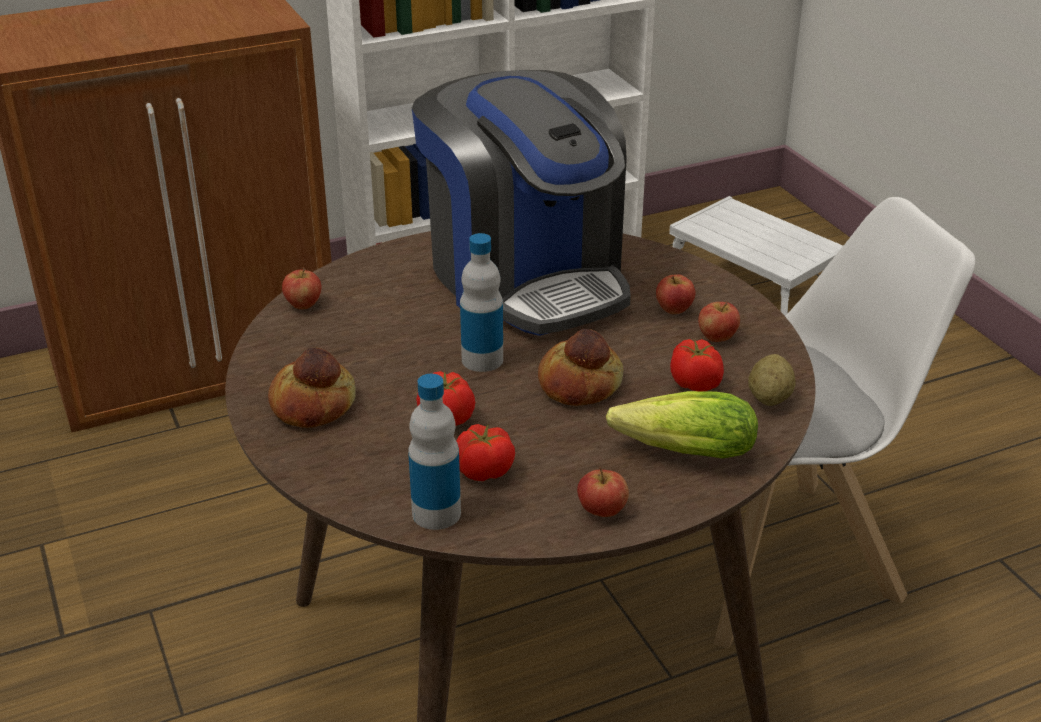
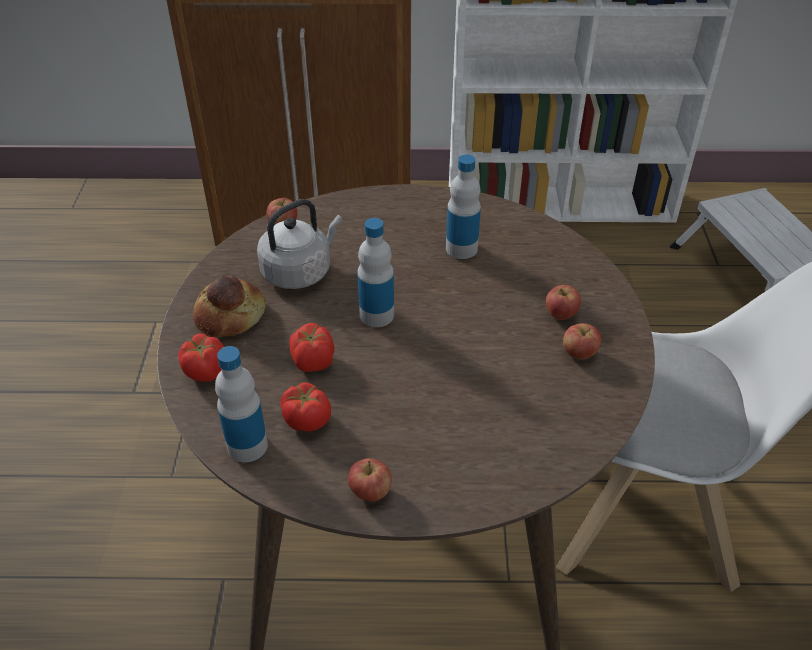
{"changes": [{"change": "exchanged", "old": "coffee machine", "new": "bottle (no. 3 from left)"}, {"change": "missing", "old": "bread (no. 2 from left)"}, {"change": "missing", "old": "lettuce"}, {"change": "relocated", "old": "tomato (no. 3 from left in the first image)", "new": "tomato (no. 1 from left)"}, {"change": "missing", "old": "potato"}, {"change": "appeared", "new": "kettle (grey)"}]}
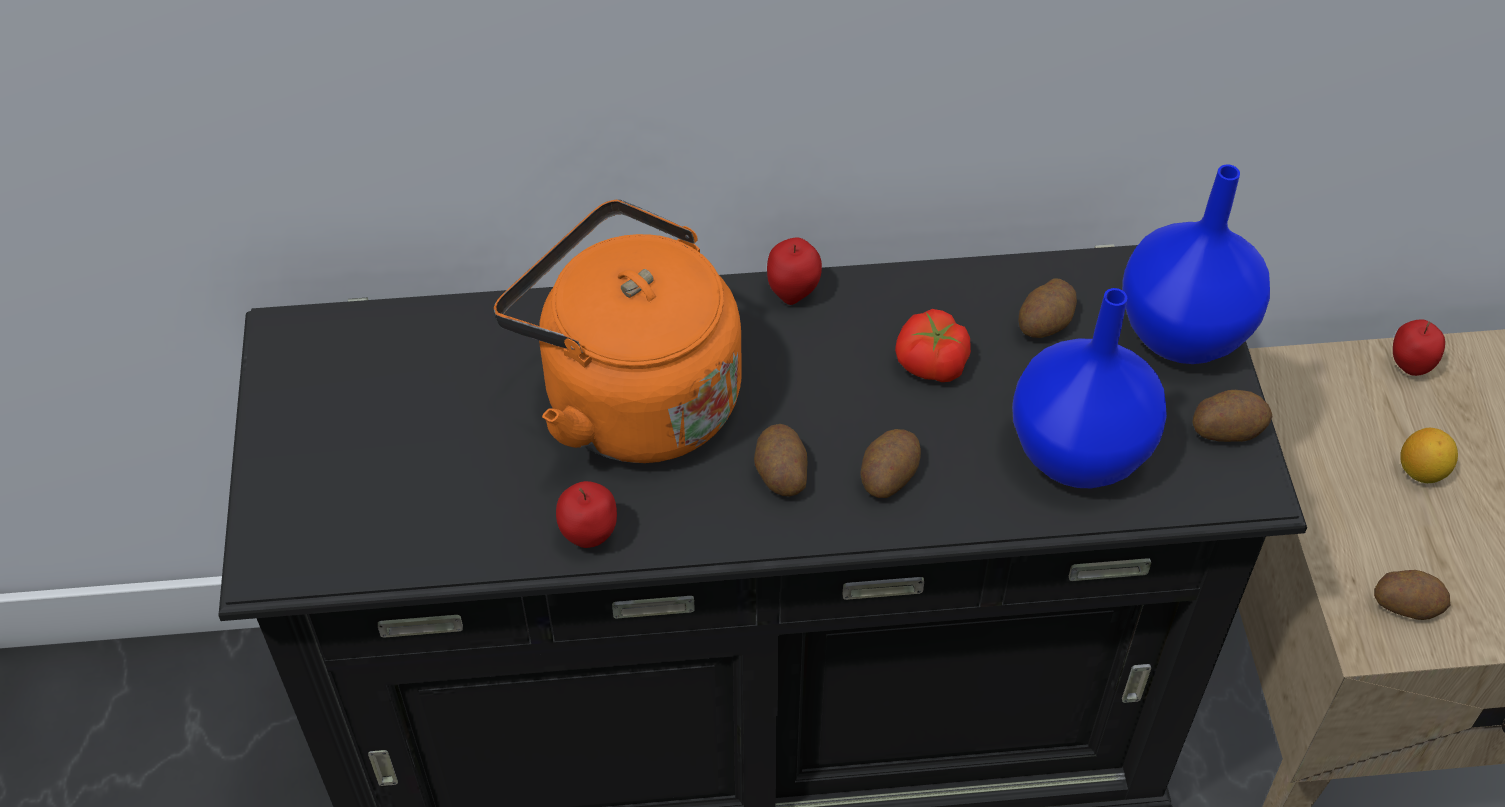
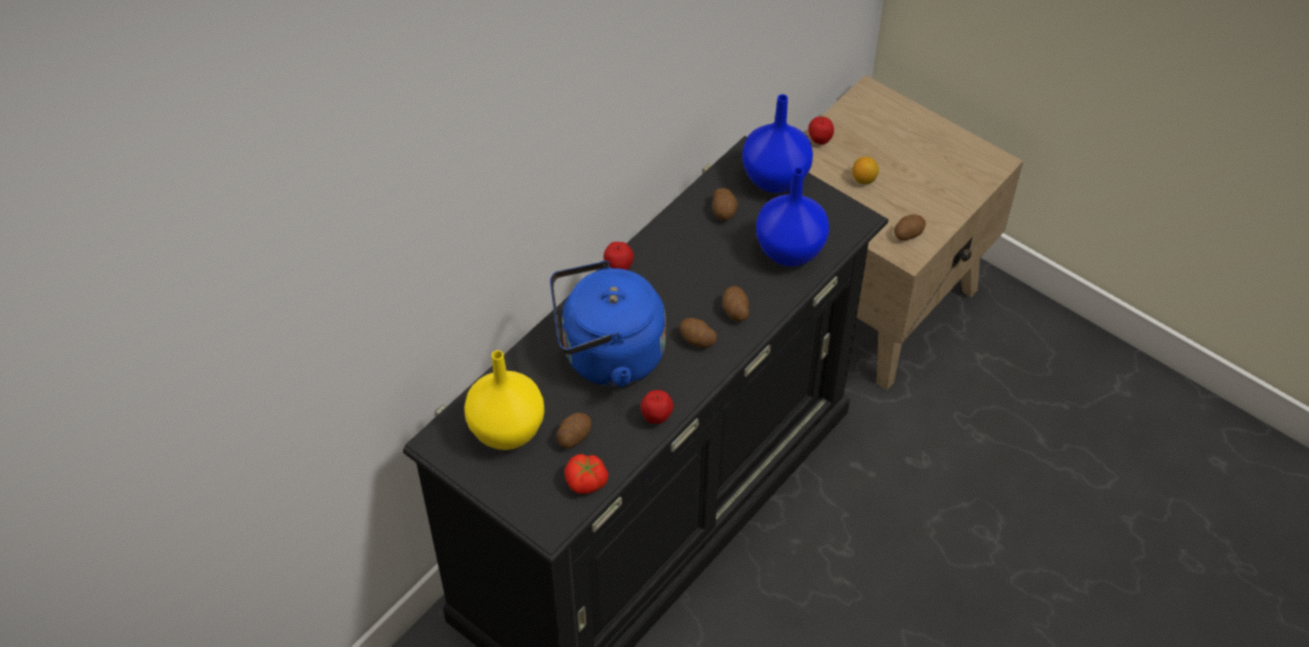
{"changes": [{"change": "colour", "old": "kettle (orange)", "new": "kettle (blue)"}, {"change": "relocated", "old": "tomato"}, {"change": "relocated", "old": "potato (no. 4 from left in the first image)", "new": "potato (no. 1 from left)"}, {"change": "appeared", "new": "vase (yellow)"}]}
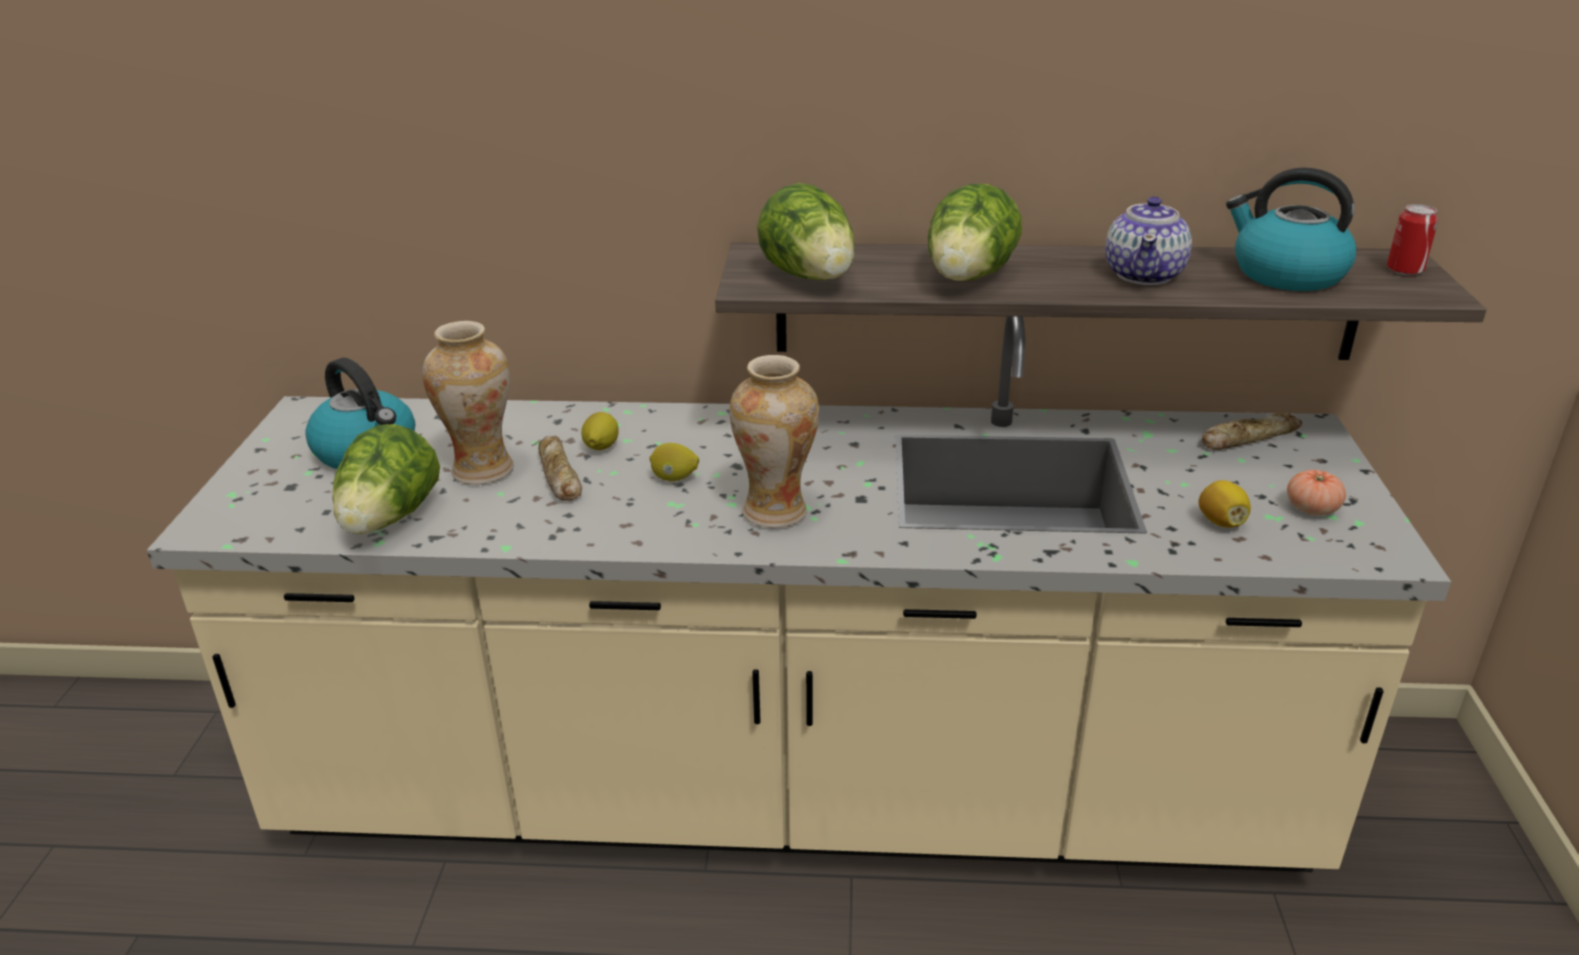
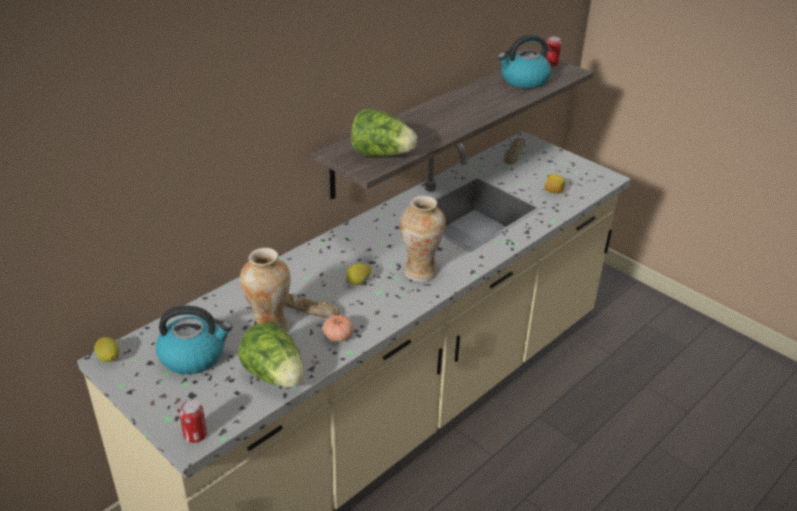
{"changes": [{"change": "relocated", "old": "lemon (no. 1 from left)"}, {"change": "missing", "old": "lettuce (no. 3 from left)"}, {"change": "missing", "old": "teapot"}, {"change": "relocated", "old": "tomato"}, {"change": "appeared", "new": "can (no. 1 from left)"}]}
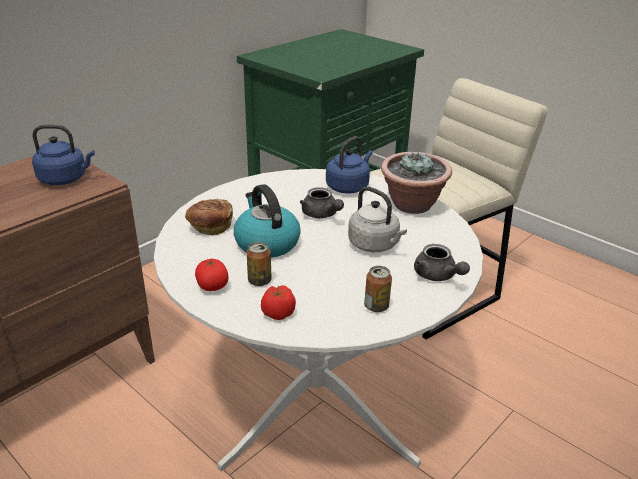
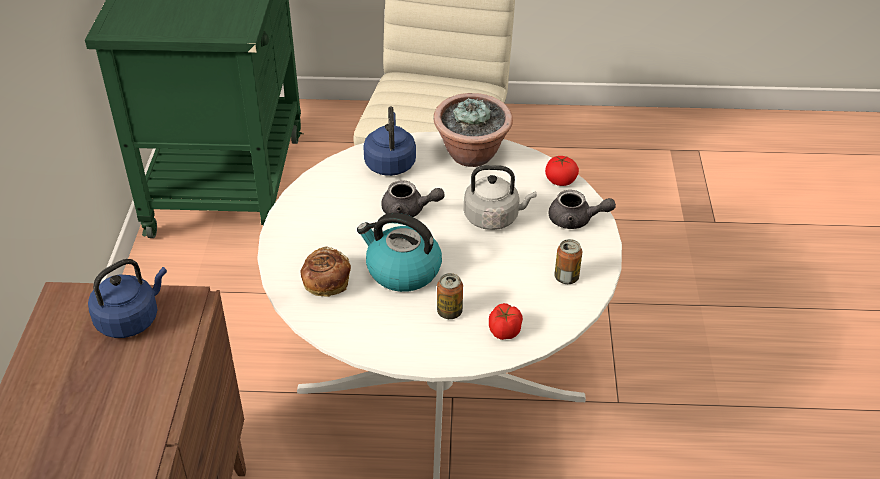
{"changes": [{"change": "relocated", "old": "tomato (no. 1 from left in the first image)", "new": "tomato (no. 2 from left)"}]}
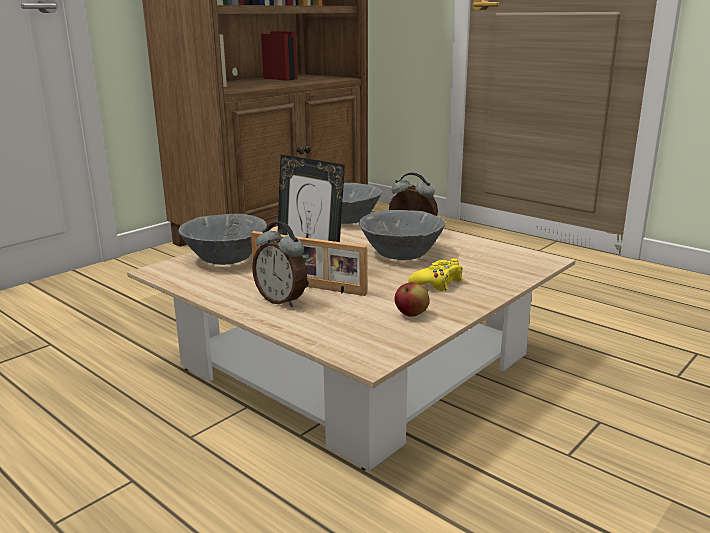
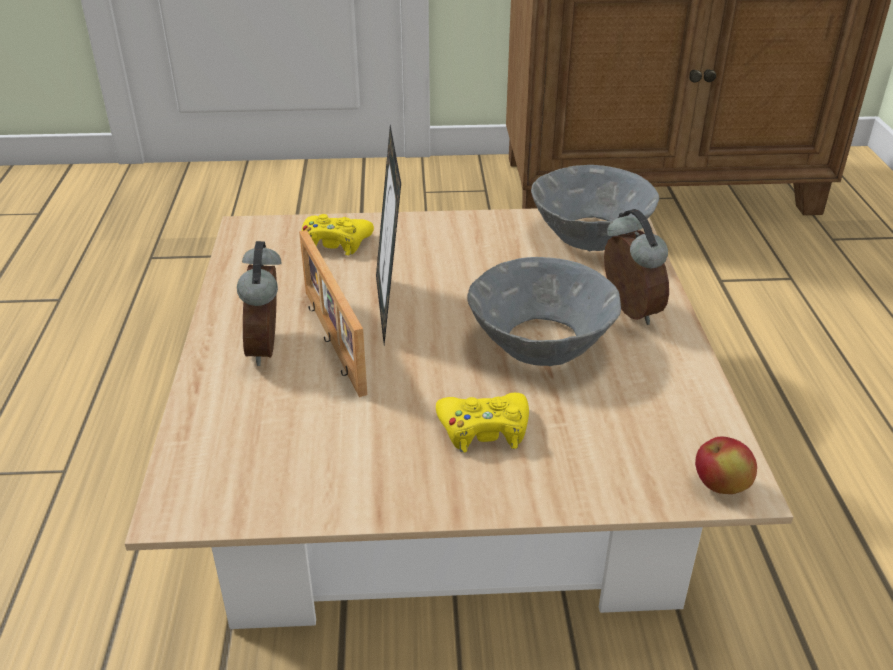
{"changes": [{"change": "exchanged", "old": "bowl (grey) (no. 1 from left)", "new": "game controller (yellow) (no. 1 from left)"}, {"change": "relocated", "old": "apple"}]}
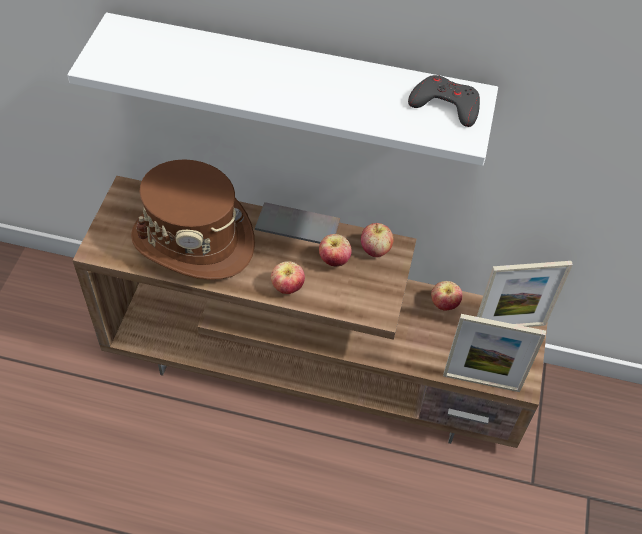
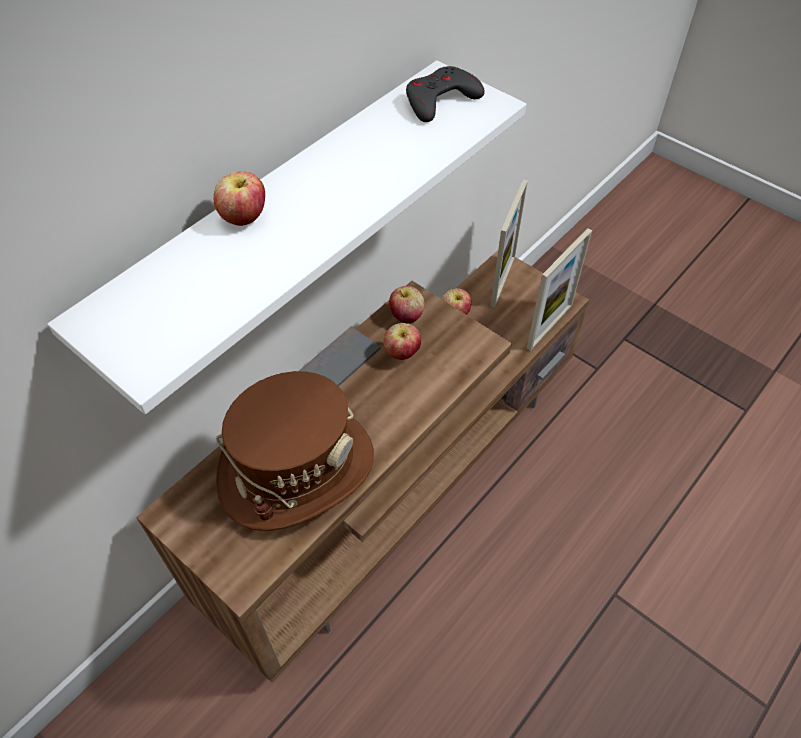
{"changes": [{"change": "relocated", "old": "apple (no. 1 from left)"}]}
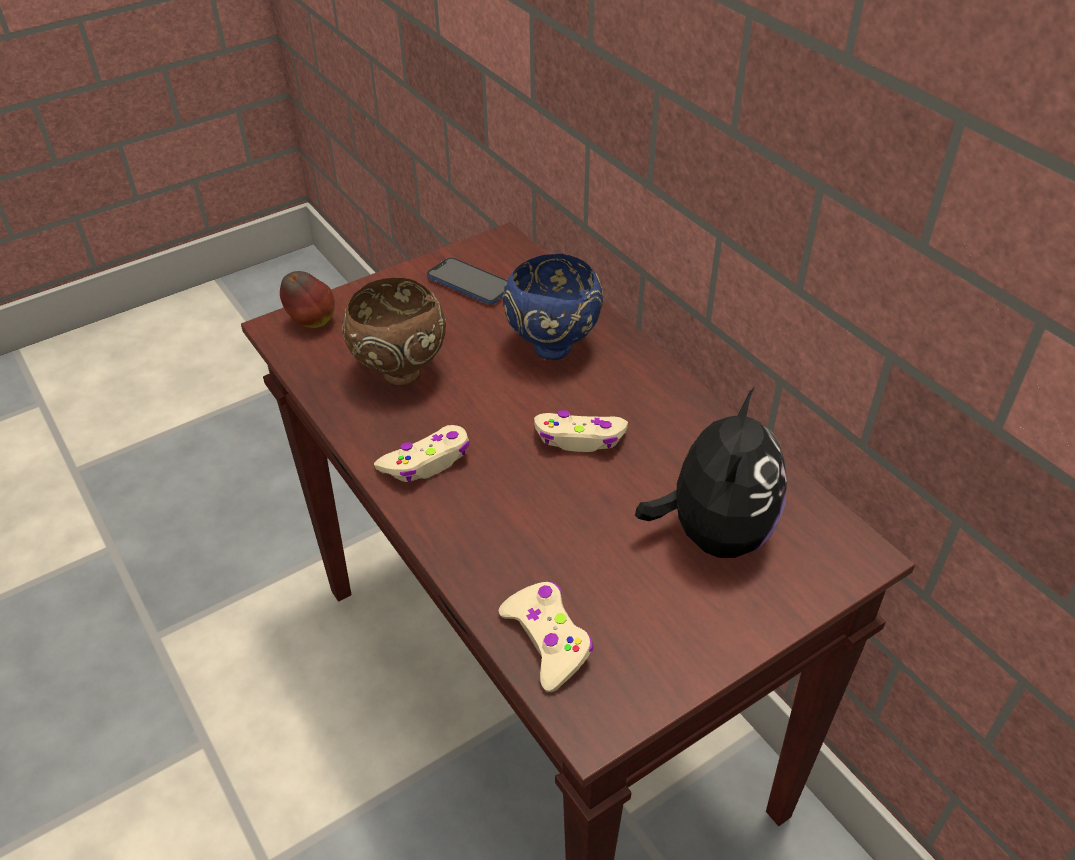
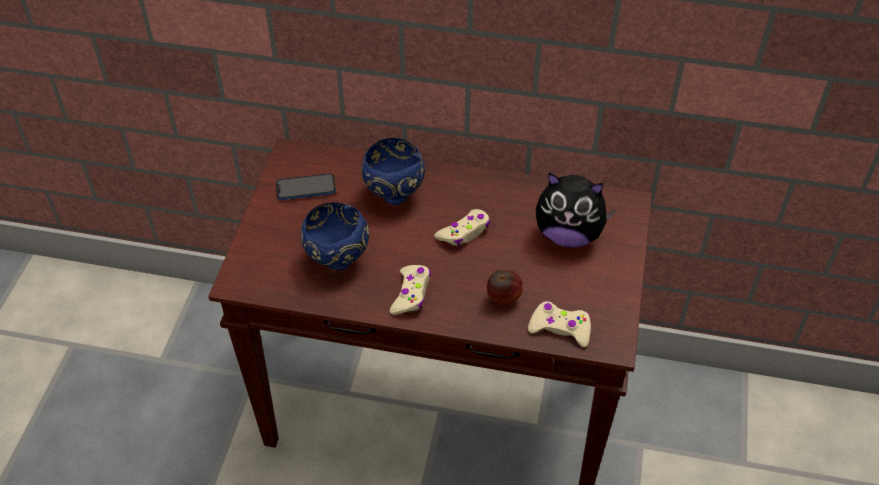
{"changes": [{"change": "relocated", "old": "apple"}, {"change": "colour", "old": "bowl (brown)", "new": "bowl (blue) (no. 1 from left)"}, {"change": "spun", "old": "plush toy", "degrees": 135}]}
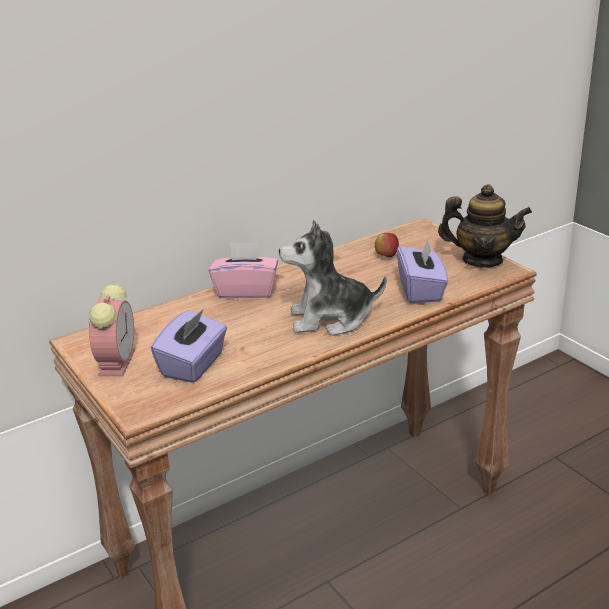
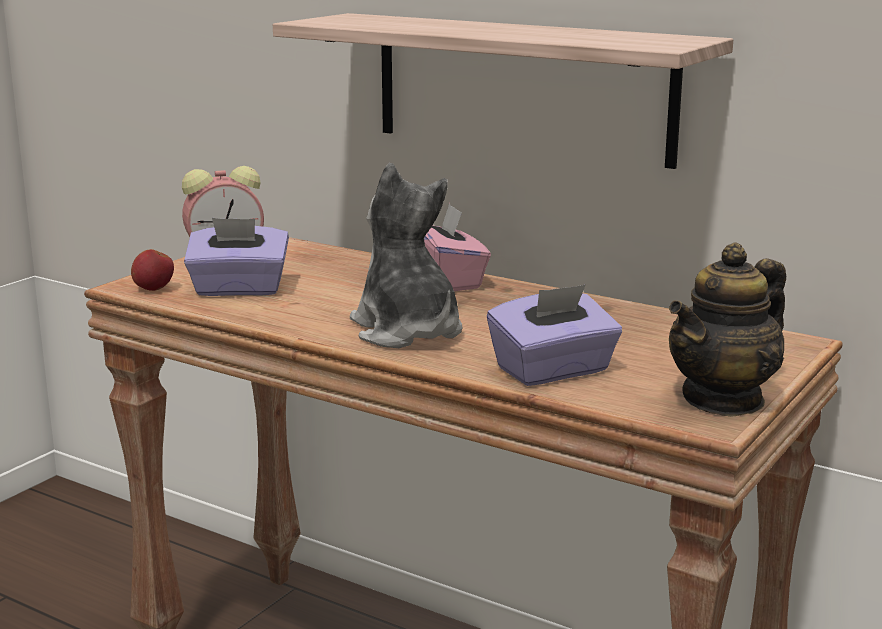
{"changes": [{"change": "relocated", "old": "apple"}, {"change": "spun", "old": "teapot", "degrees": 60}, {"change": "appeared", "new": "shelf"}]}
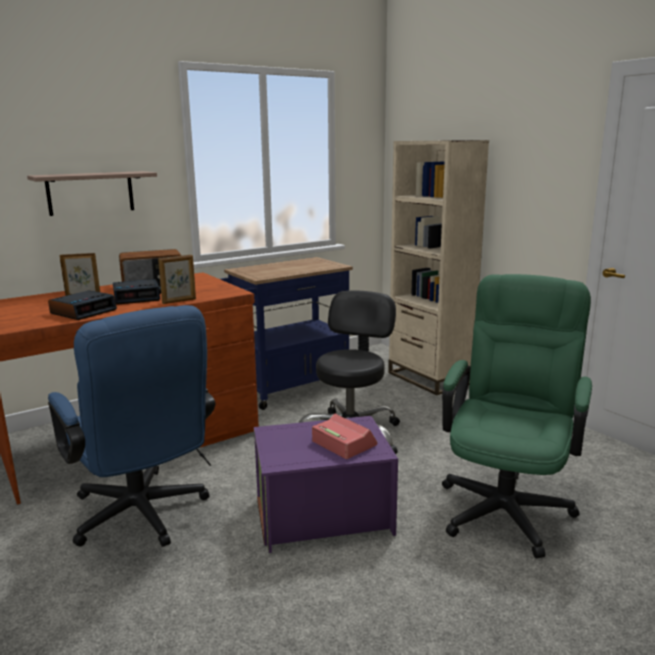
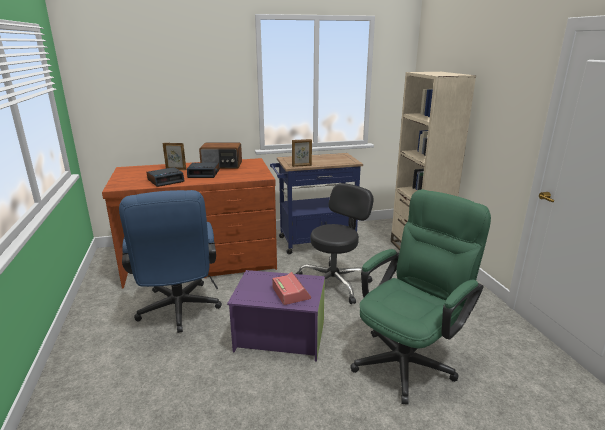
{"changes": [{"change": "missing", "old": "shelf"}, {"change": "relocated", "old": "picture frame (no. 2 from left)"}]}
